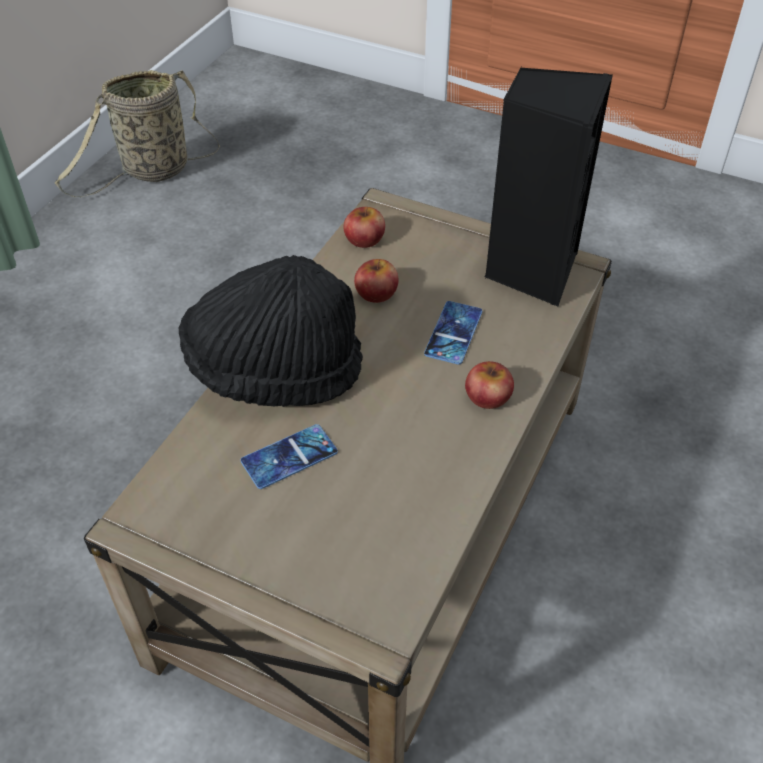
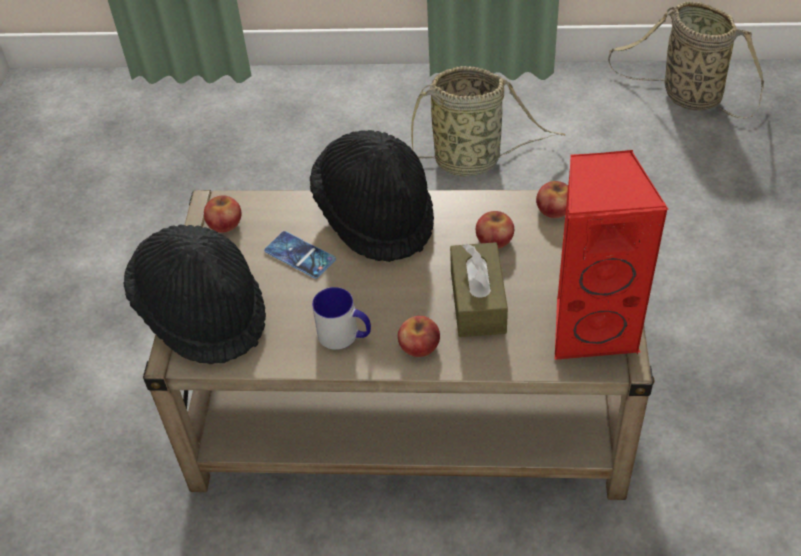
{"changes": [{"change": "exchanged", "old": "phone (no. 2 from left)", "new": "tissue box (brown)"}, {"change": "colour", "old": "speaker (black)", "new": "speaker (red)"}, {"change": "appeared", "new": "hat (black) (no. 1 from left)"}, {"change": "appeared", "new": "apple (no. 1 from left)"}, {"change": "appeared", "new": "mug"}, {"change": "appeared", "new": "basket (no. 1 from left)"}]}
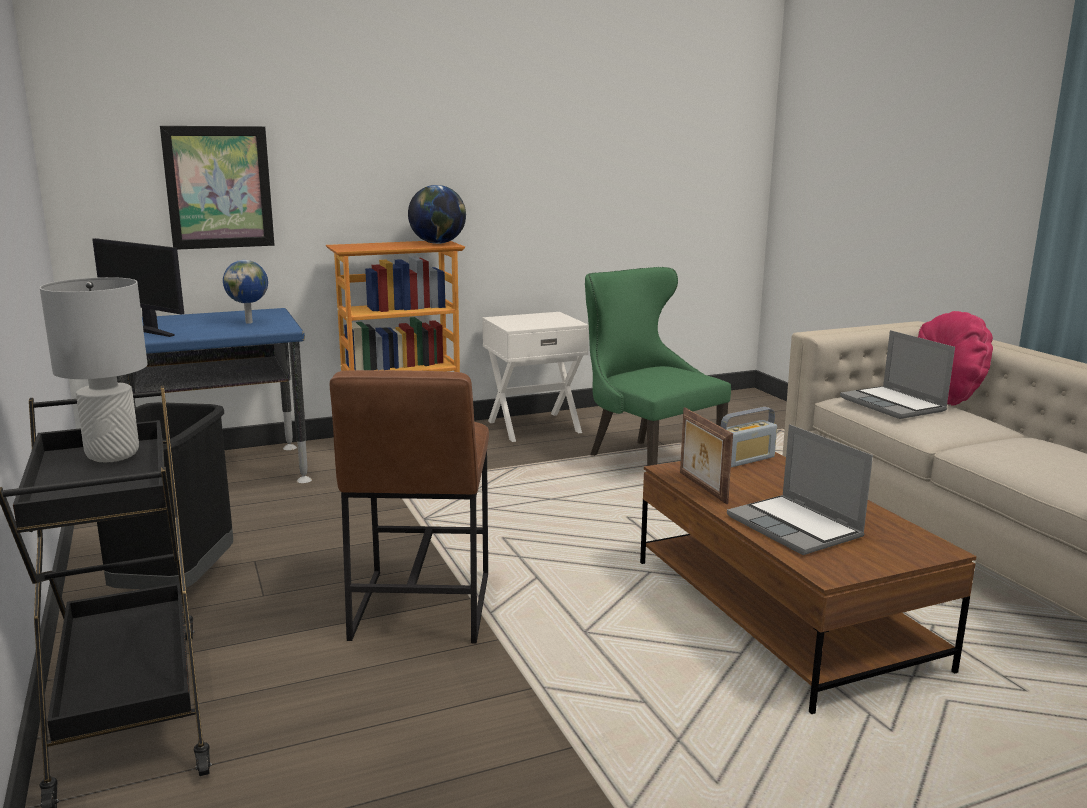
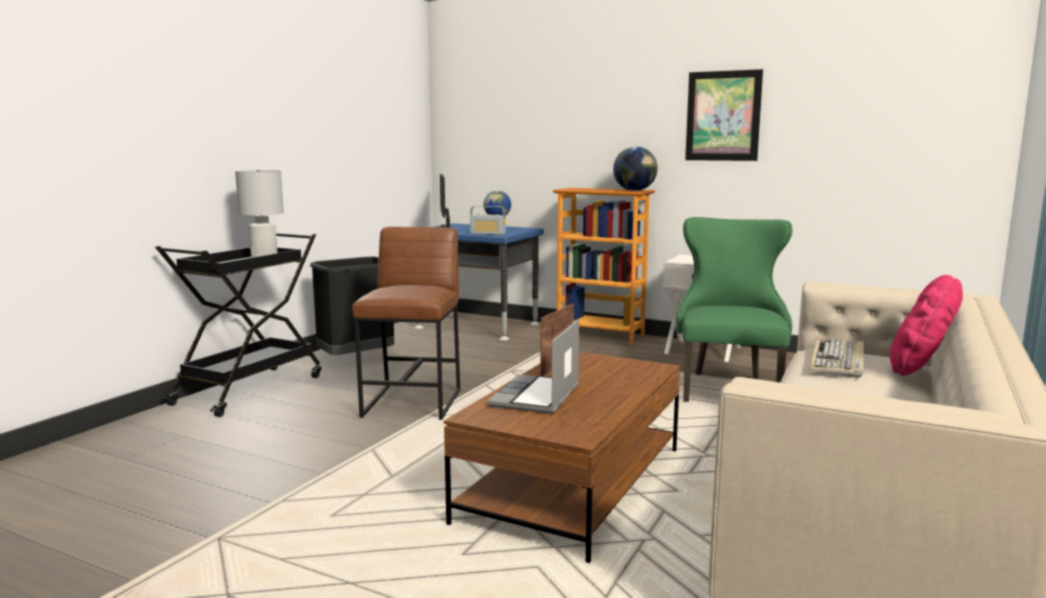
{"changes": [{"change": "relocated", "old": "picture"}, {"change": "spun", "old": "chair (brown)", "degrees": 135}, {"change": "relocated", "old": "radio"}, {"change": "exchanged", "old": "laptop (no. 2 from left)", "new": "keyboard"}]}
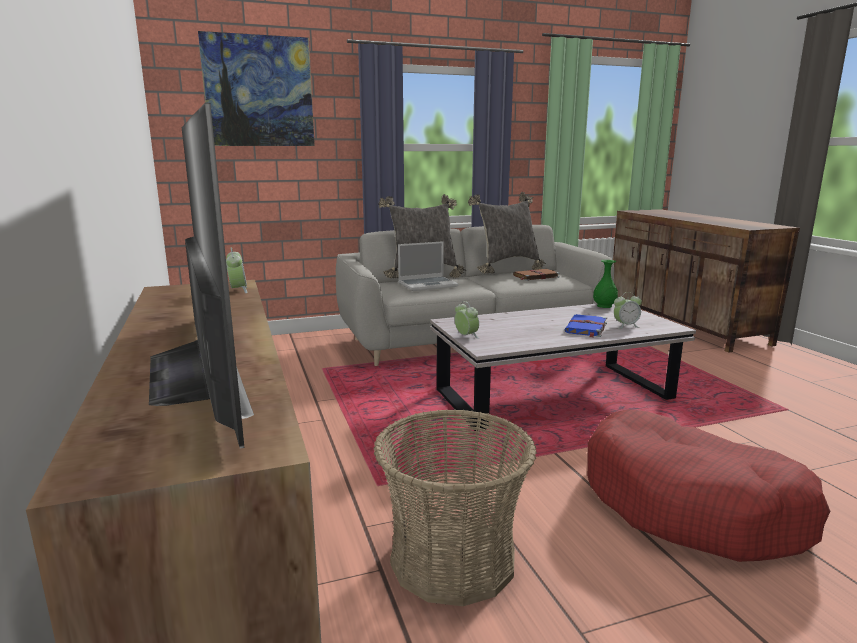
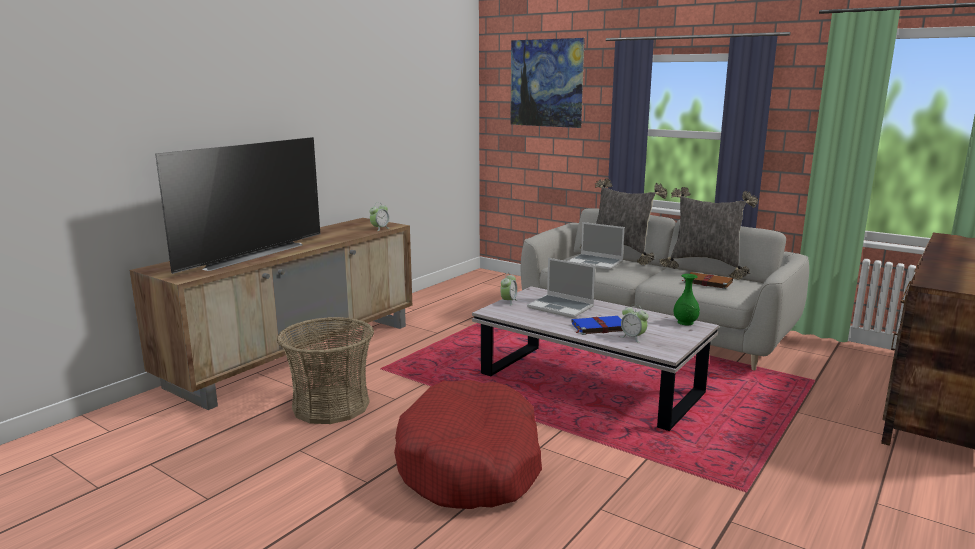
{"changes": [{"change": "appeared", "new": "laptop (no. 1 from left)"}]}
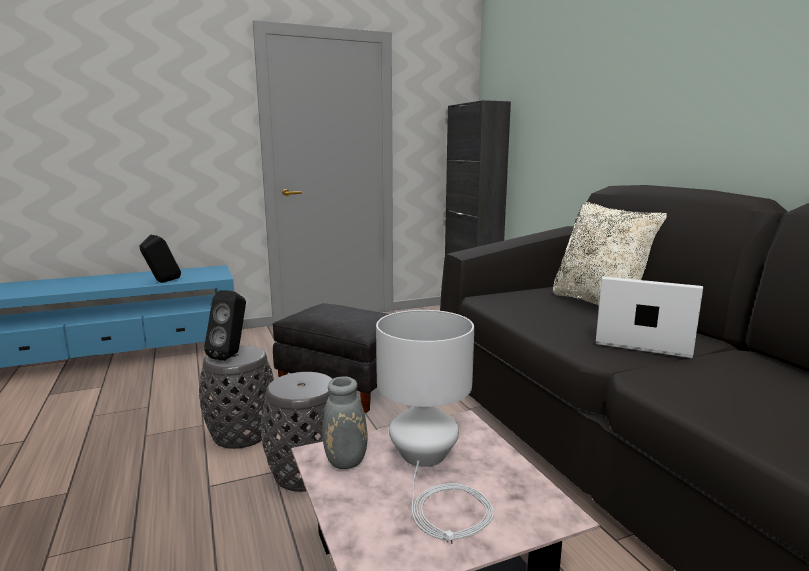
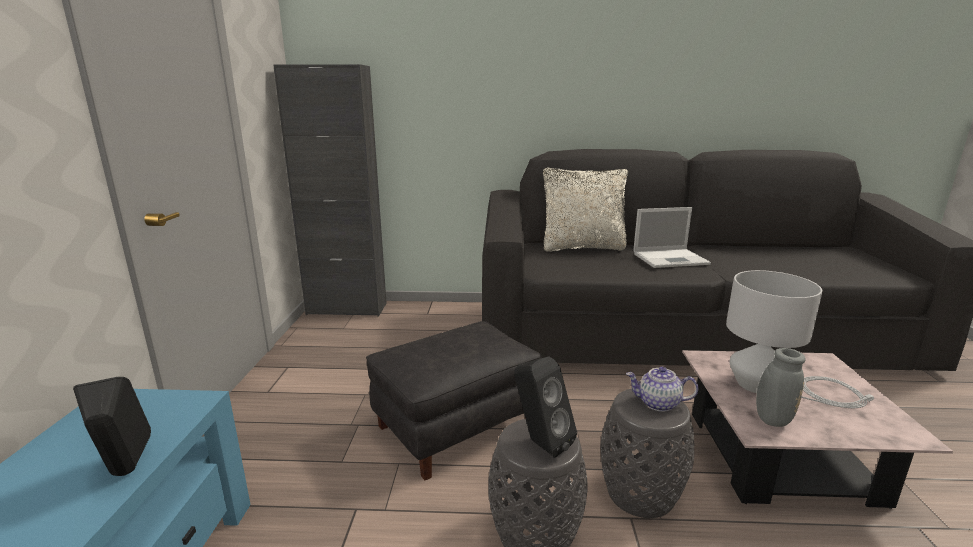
{"changes": [{"change": "spun", "old": "laptop", "degrees": -150}, {"change": "appeared", "new": "teapot"}]}
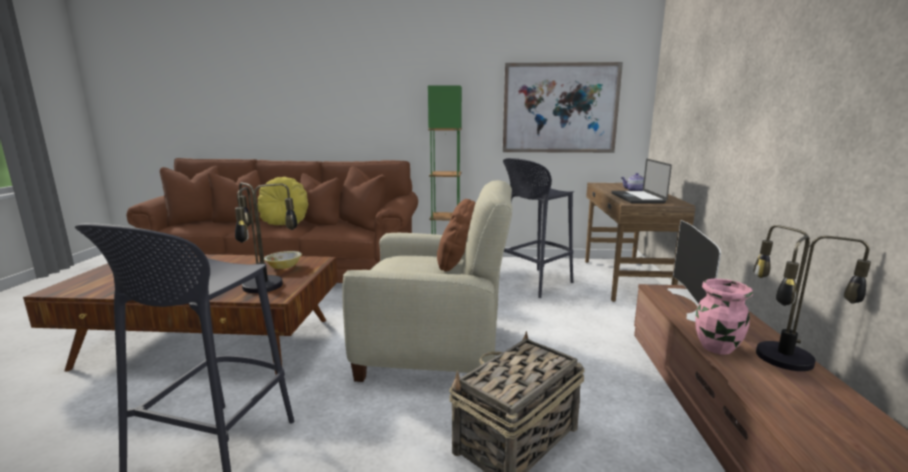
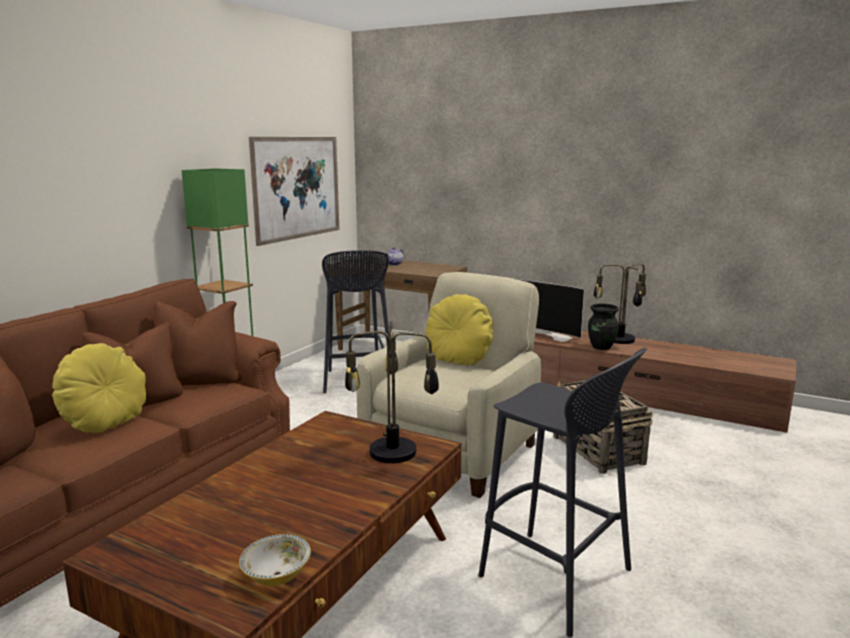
{"changes": [{"change": "relocated", "old": "bowl"}, {"change": "colour", "old": "pillow (brown)", "new": "pillow (yellow) (no. 2 from left)"}, {"change": "missing", "old": "laptop"}, {"change": "colour", "old": "vase (pink)", "new": "vase (black)"}]}
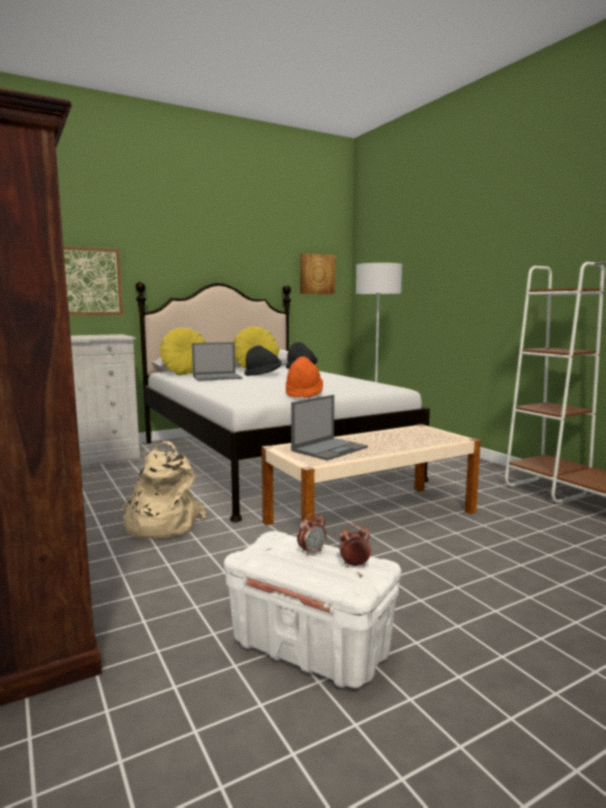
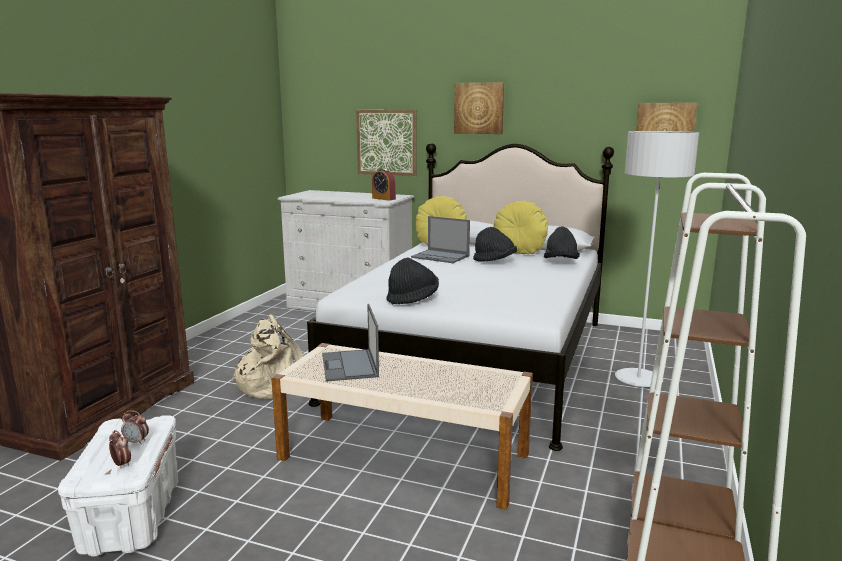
{"changes": [{"change": "colour", "old": "hat (orange)", "new": "hat (black) (no. 1 from left)"}, {"change": "spun", "old": "laptop (no. 2 from left in the first image)", "degrees": 75}, {"change": "appeared", "new": "alarm clock (no. 3 from left)"}, {"change": "appeared", "new": "picture (no. 2 from left)"}]}
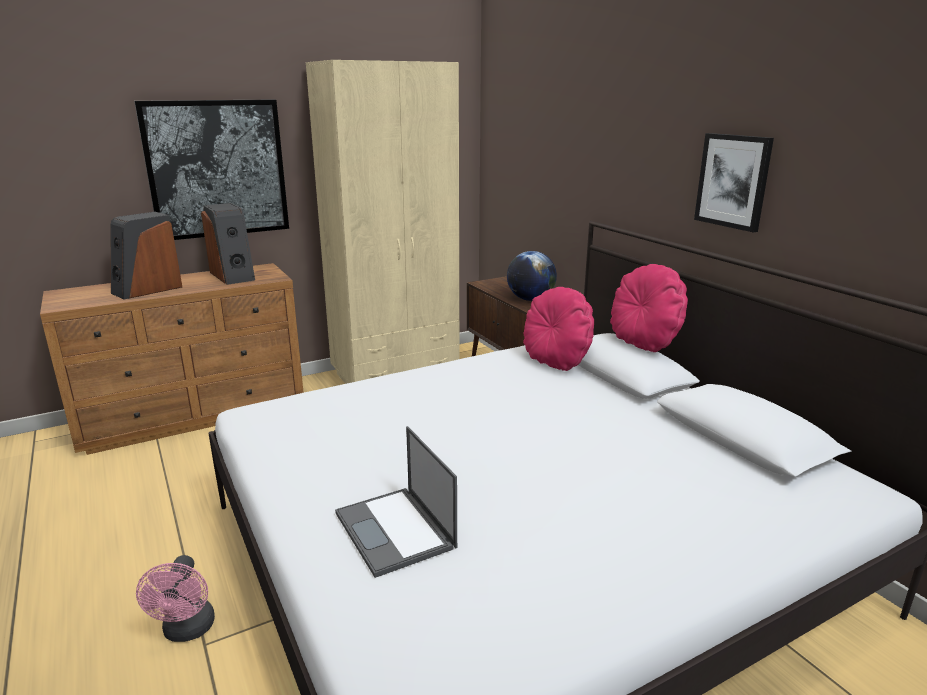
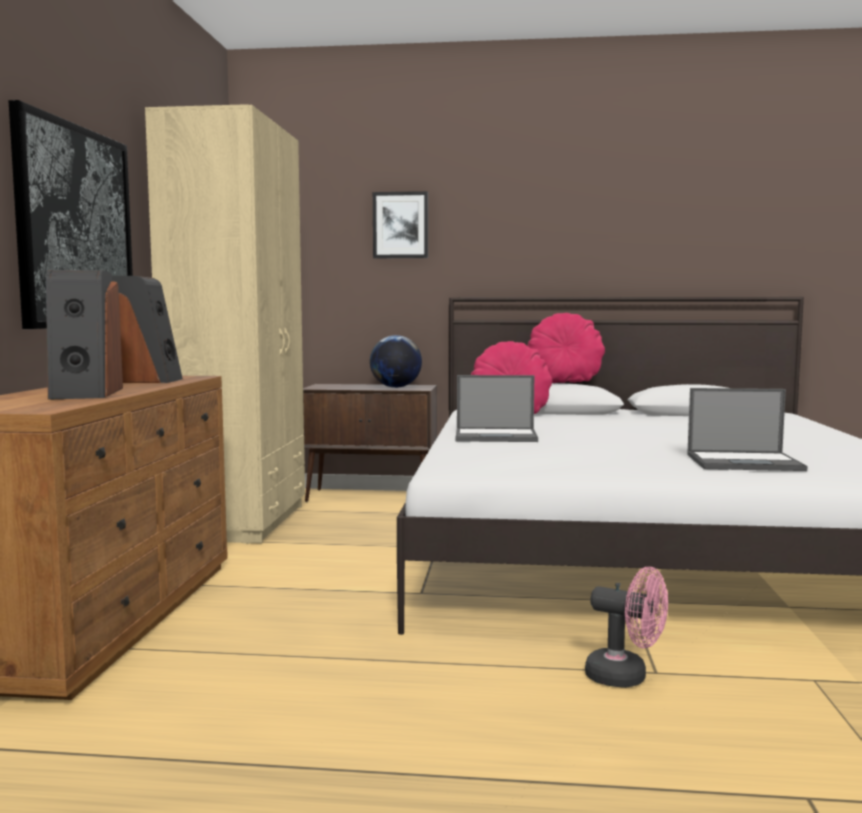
{"changes": [{"change": "relocated", "old": "picture (no. 2 from left)"}, {"change": "appeared", "new": "laptop (no. 1 from left)"}]}
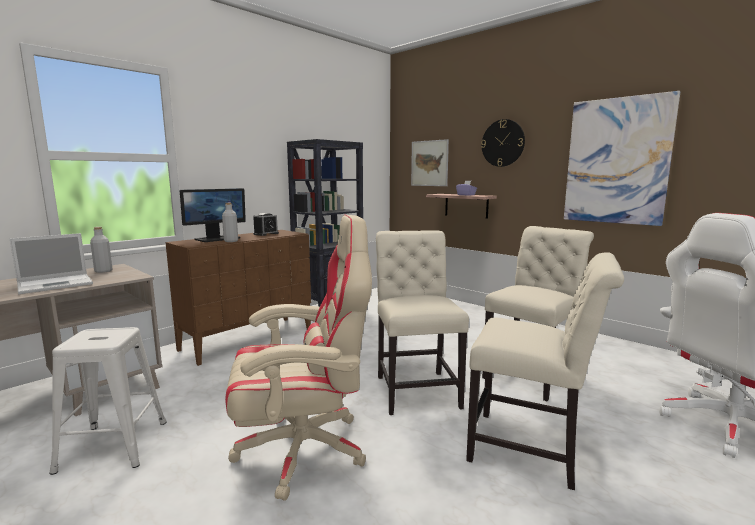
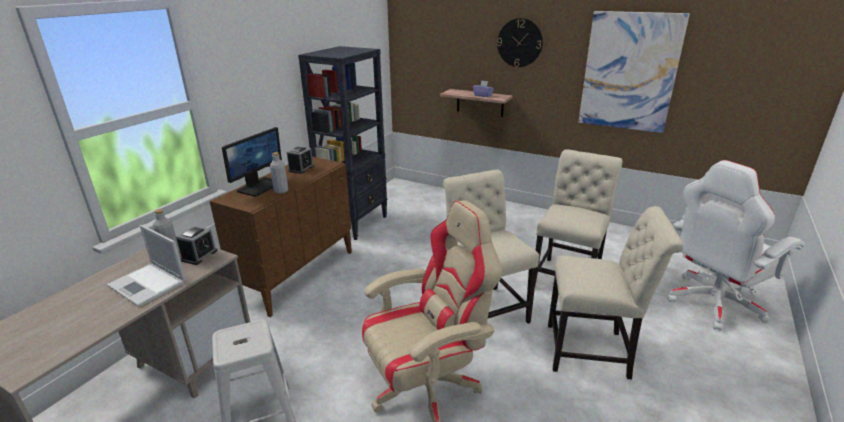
{"changes": [{"change": "spun", "old": "laptop", "degrees": 90}, {"change": "missing", "old": "picture (no. 1 from left)"}, {"change": "appeared", "new": "alarm clock (no. 1 from left)"}]}
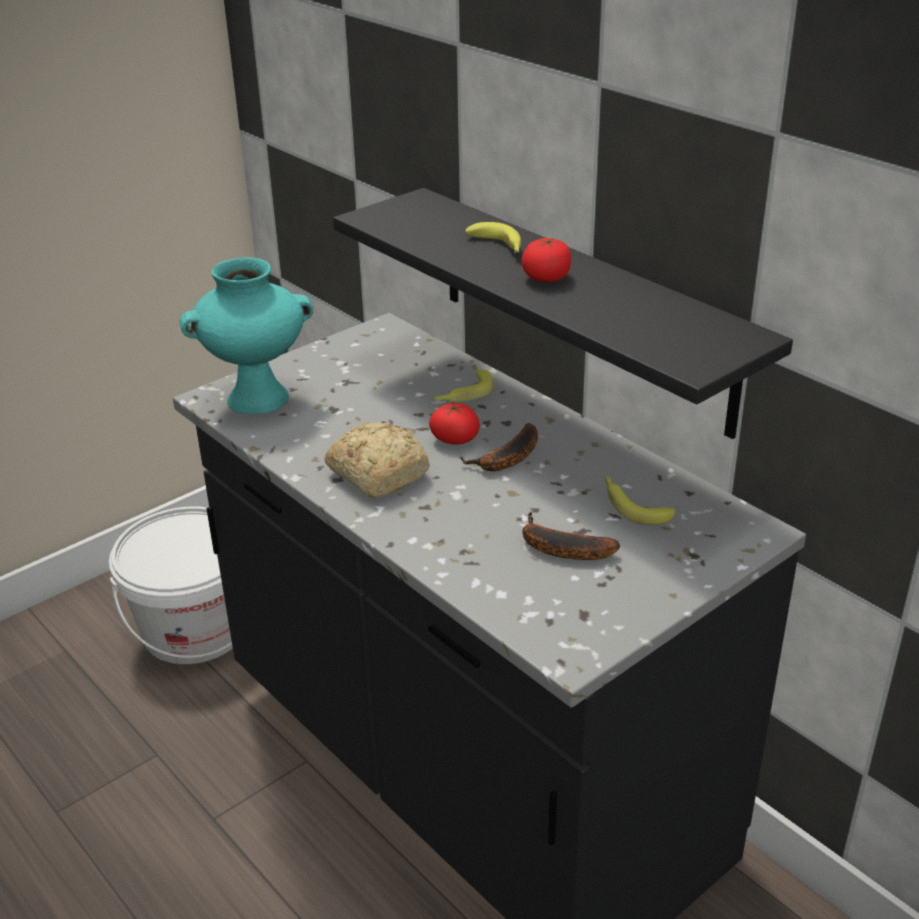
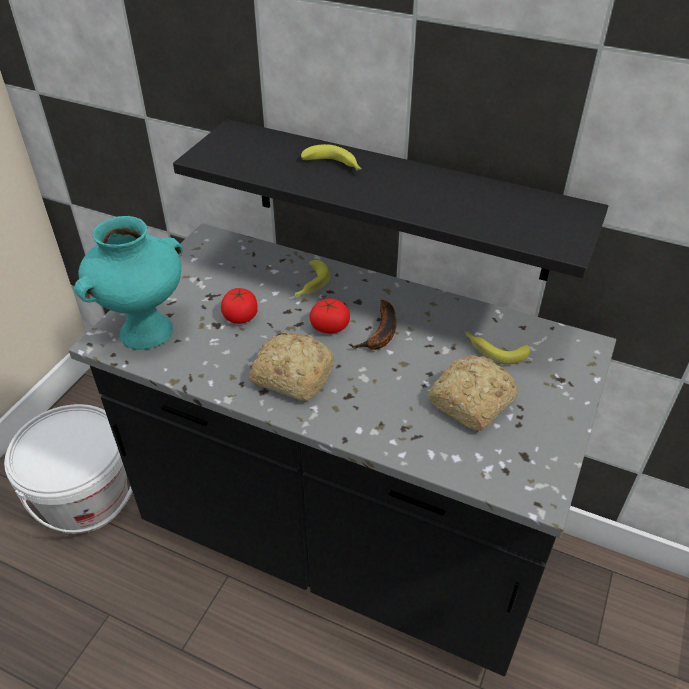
{"changes": [{"change": "relocated", "old": "tomato (no. 2 from left in the first image)", "new": "tomato (no. 1 from left)"}, {"change": "exchanged", "old": "banana (no. 4 from left)", "new": "bread (no. 2 from left)"}]}
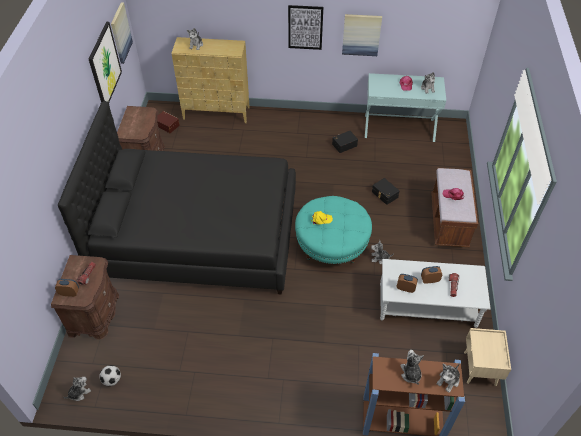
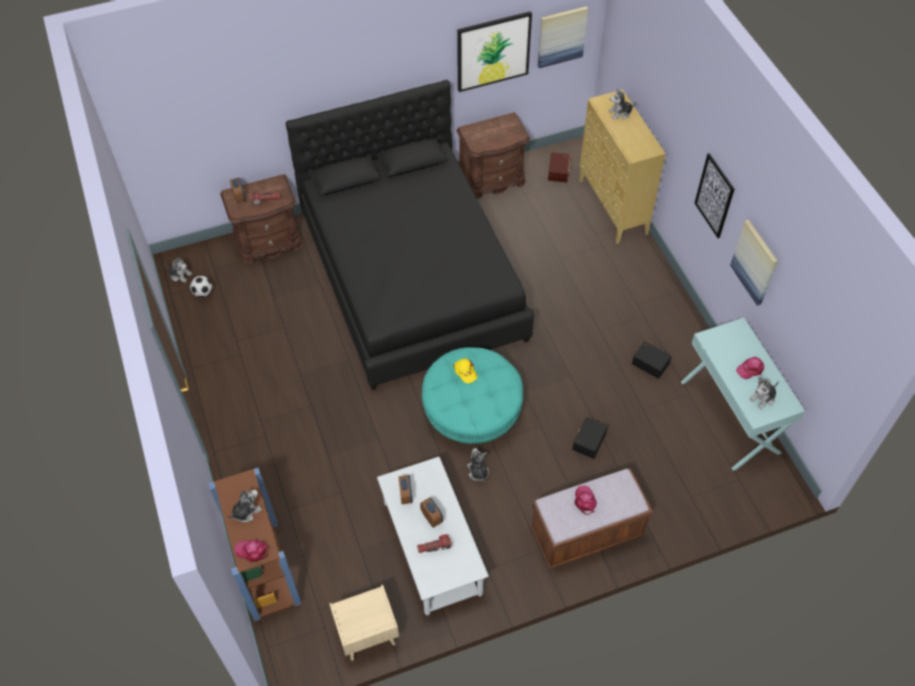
{"changes": [{"change": "exchanged", "old": "plush toy (no. 6 from left)", "new": "cap (pink) (no. 1 from left)"}]}
